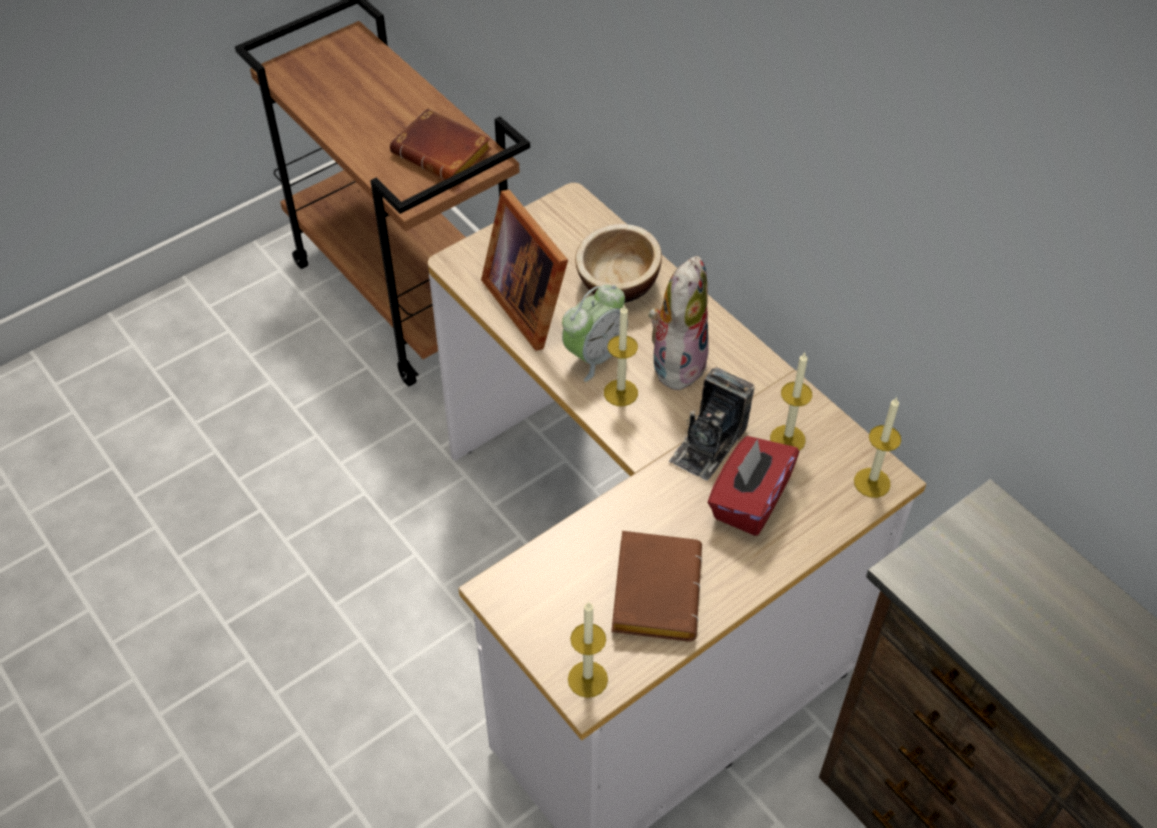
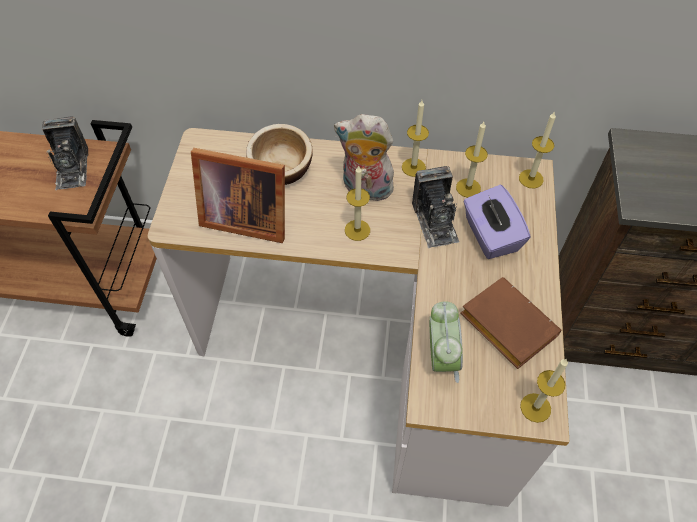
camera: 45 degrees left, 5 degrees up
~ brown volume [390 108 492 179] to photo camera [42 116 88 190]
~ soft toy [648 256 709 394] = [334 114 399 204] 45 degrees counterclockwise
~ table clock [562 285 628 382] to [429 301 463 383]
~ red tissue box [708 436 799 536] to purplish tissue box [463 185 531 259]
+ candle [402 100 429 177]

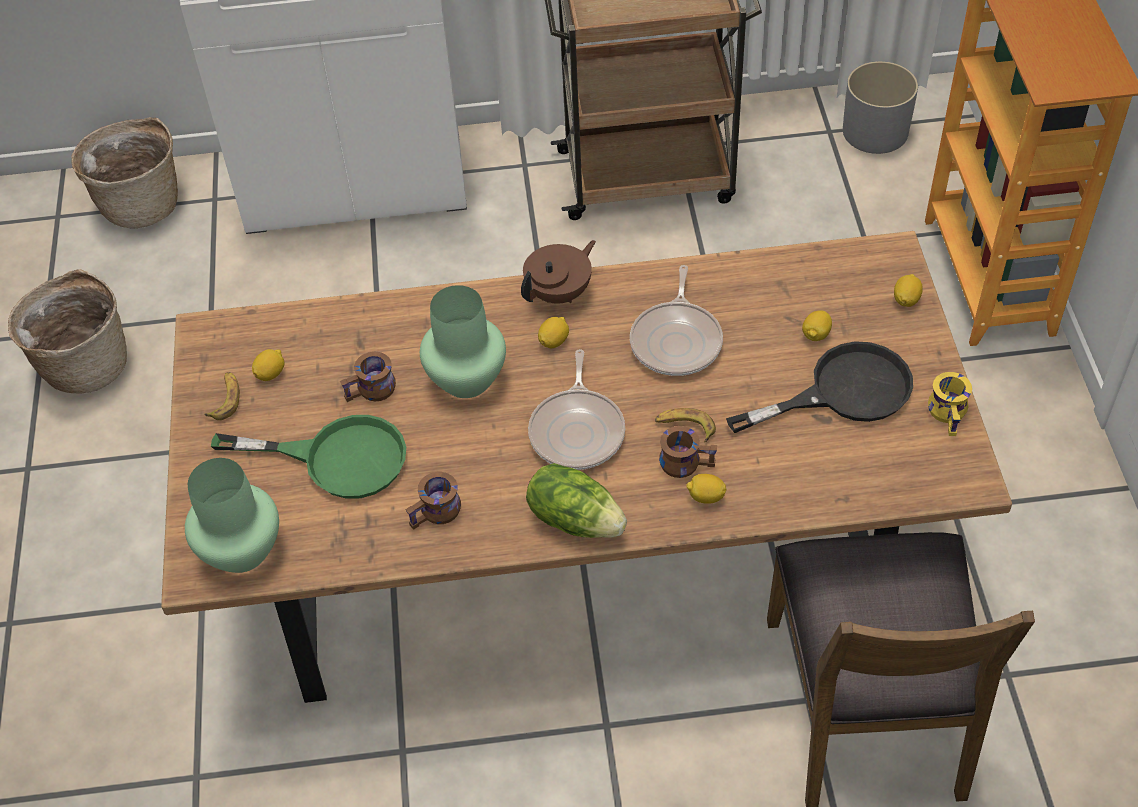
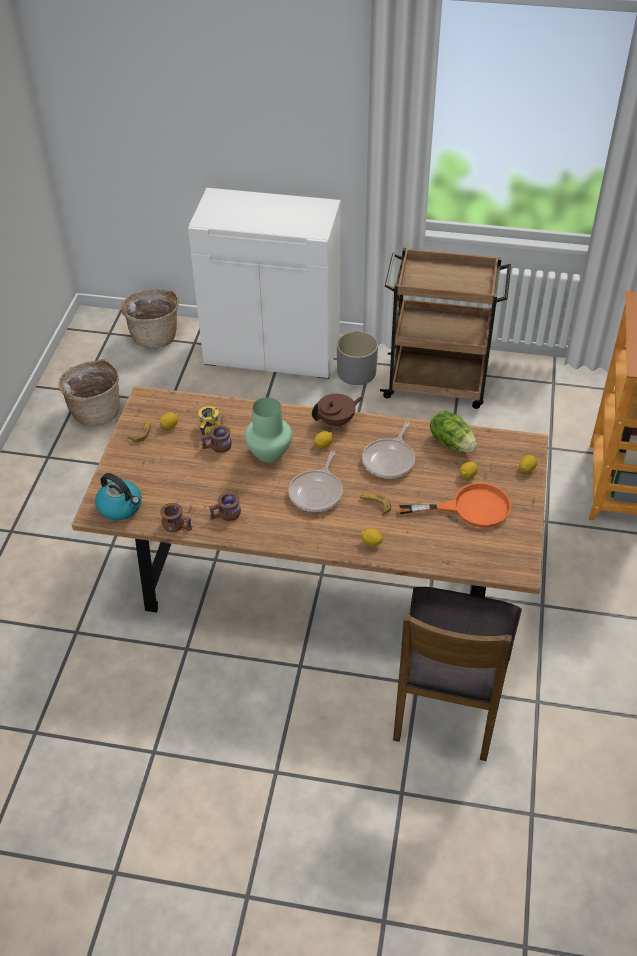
camera: 15 degrees right, 5 degrees down
~ grey planter [843 61 918 154] to [337 331 378 385]
~ black-coloured pan [726 341 913 433] to orange-coloured pan [398 483 511 527]
~ yellow-coloured coffee mug [928 372 972 436] to [198 406 220 436]
- green pan [211 415 406 499]
~ brown coffee mug [659 426 717 478] to [160 503 192 532]
~ green flower vase [185 458 279 573] to water kettle [95 473 142 520]
~ lettuce [526 463 627 538] to [430 411 477 452]

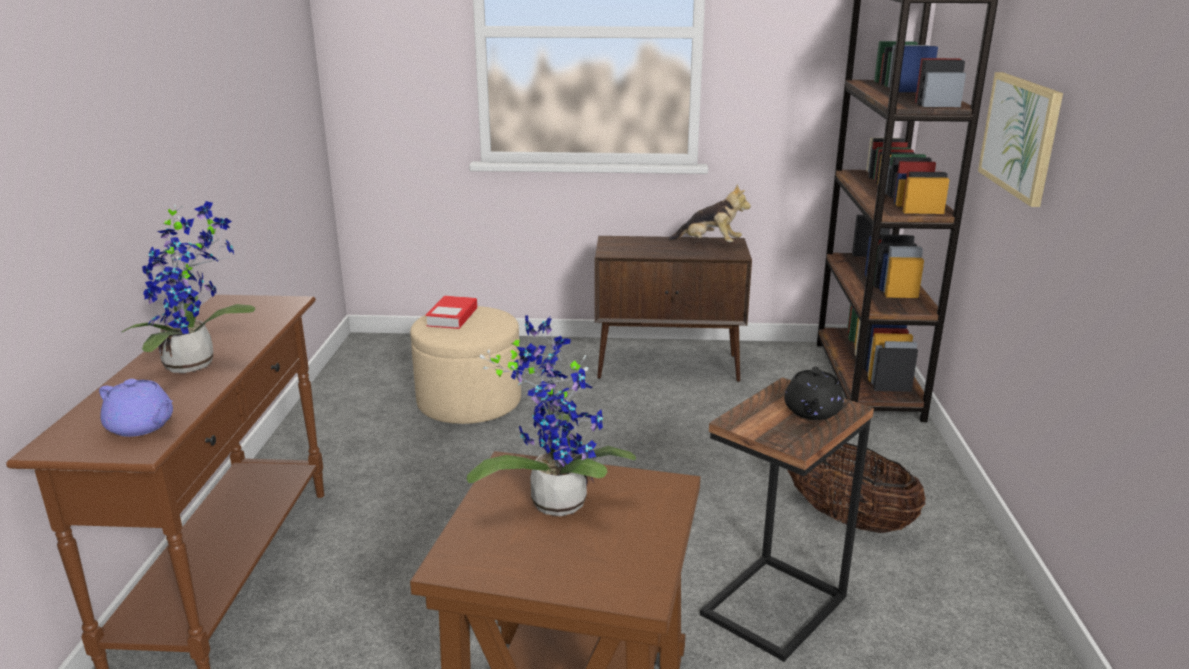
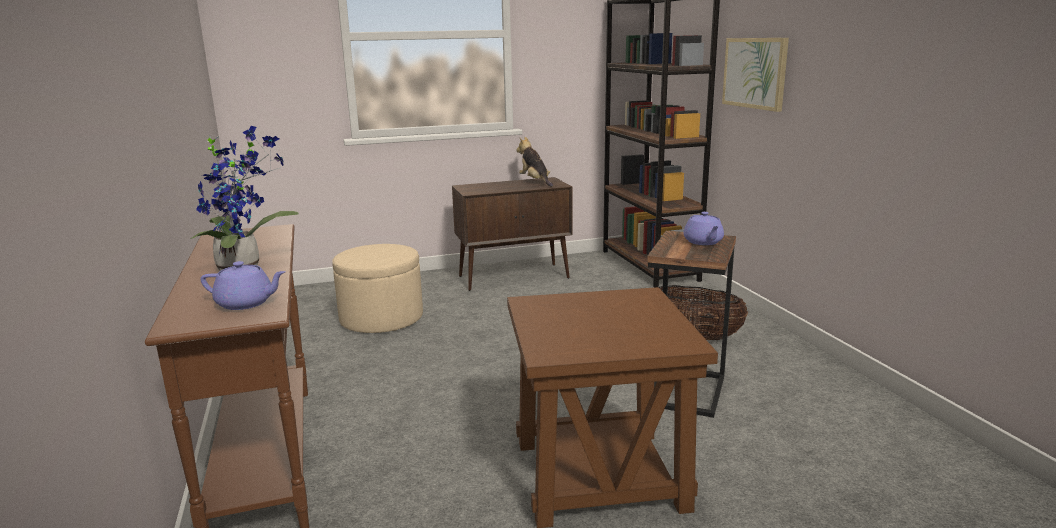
camera: 20 degrees left, 5 degrees down
~ soft toy [669 185 751 242] = [516 137 553 187] 120 degrees counterclockwise
- volume [426 296 477 329]
- houseplant [467 315 636 516]
~ black-coloured tea pot [784 366 844 420] to purplish tea pot [684 212 724 245]

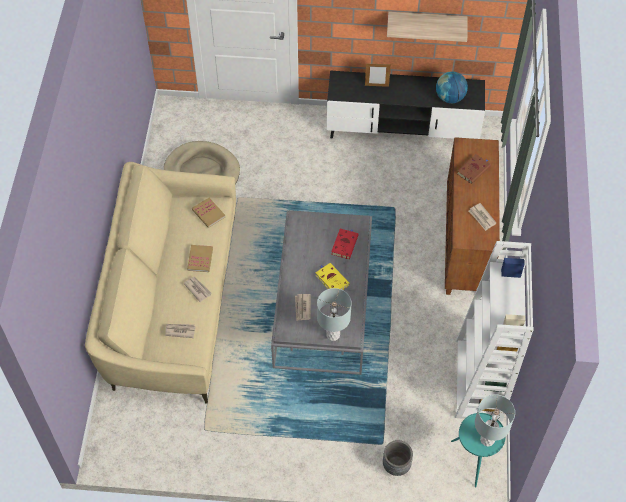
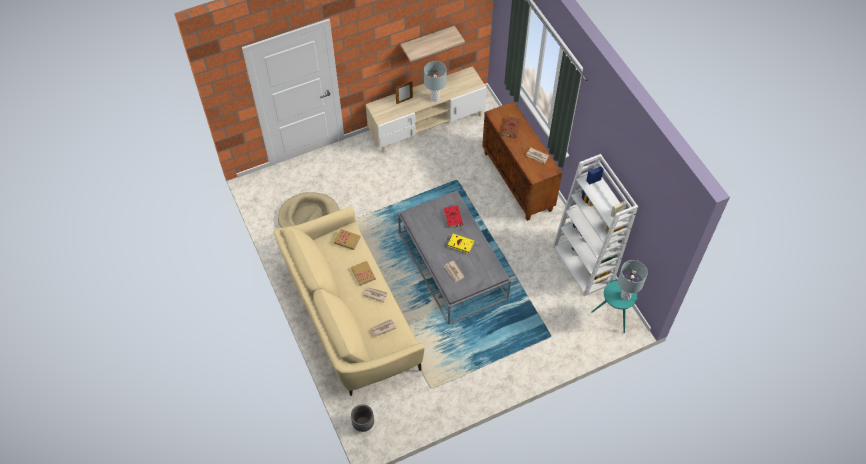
camera: 30 degrees left, 0 degrees up
~ black-coloured media console [327 71 485 139] to beige-coloured media console [366 66 487 153]
- globe [436 71 468 103]
~ grey lamp for a table [317 288 352 341] to [424 61 447 102]
~ grey planter [383 440 413 476] to [351 404 374 432]

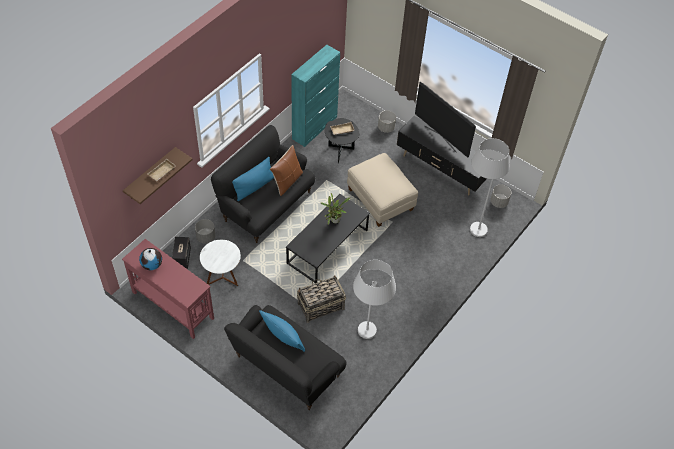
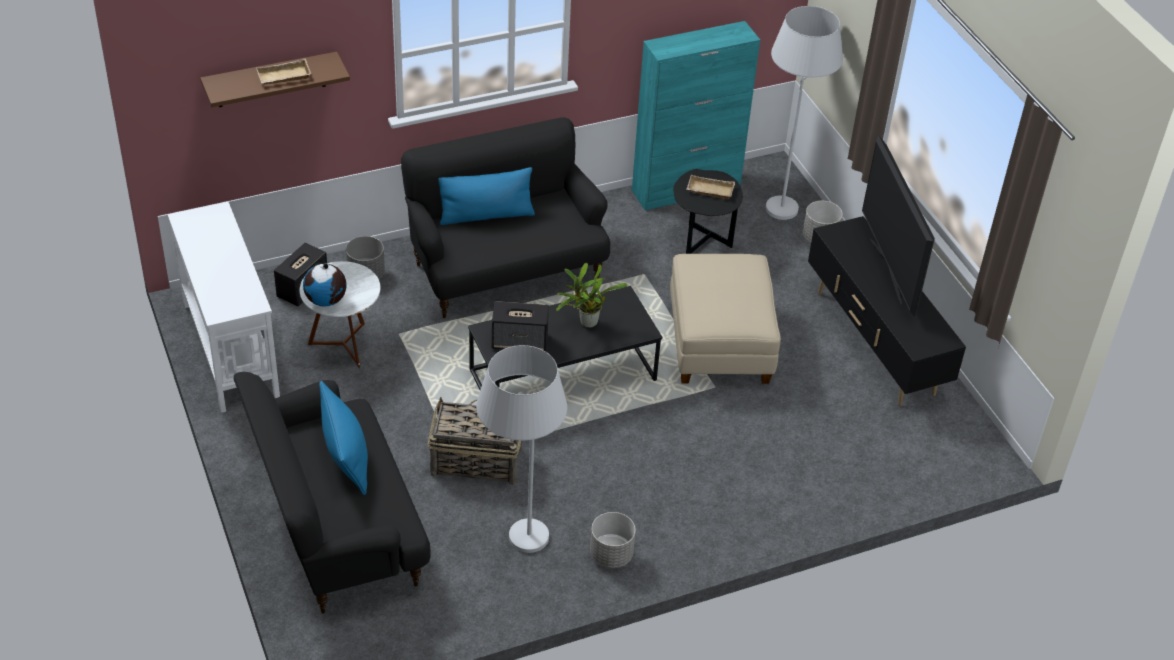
camera: 30 degrees right, 10 degrees down
~ white-coloured standard lamp [470 138 510 237] to [766 6 843 220]
- brown throw pillow [270 145 303 196]
~ grey planter [490 184 511 208] to [590 512 636 568]
~ red hall table [122 239 214 339] to white-coloured hall table [168 202 280 413]
~ globe [139 248 162 270] to [303 263 347 307]
+ audio speaker [492 301 549 352]

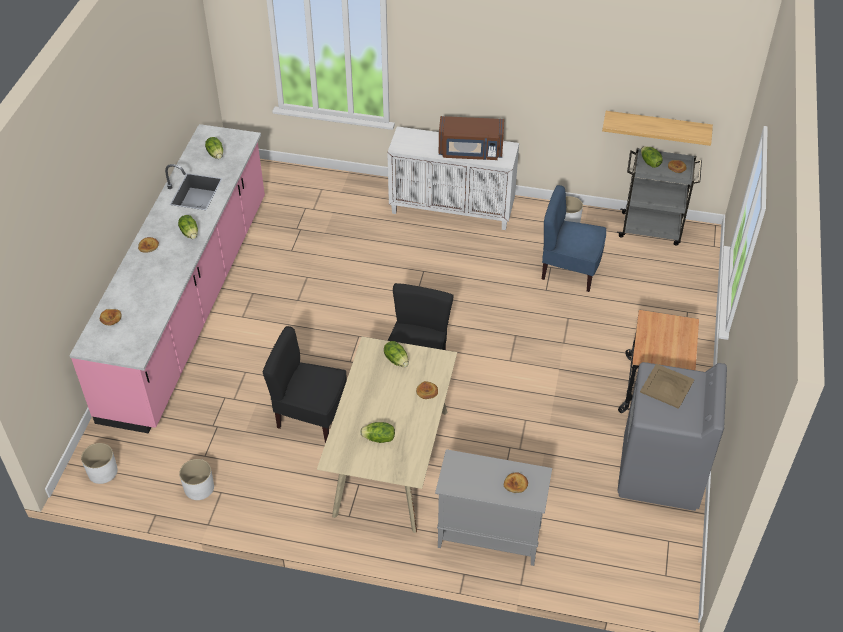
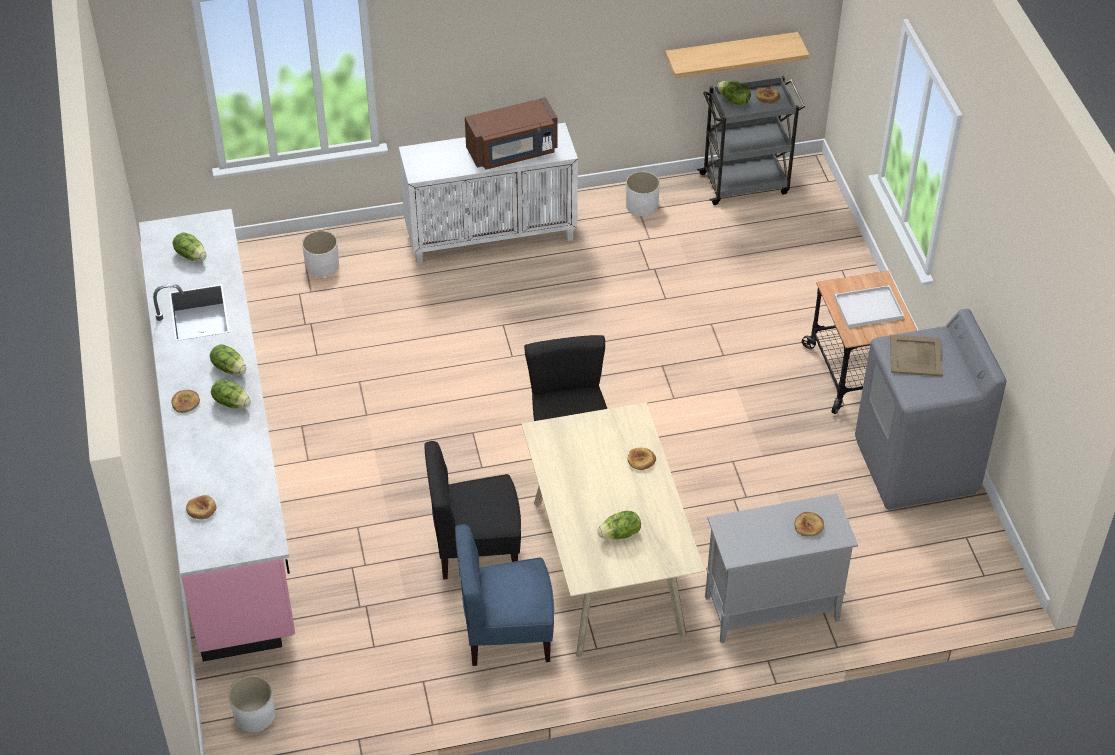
camera: 25 degrees left, 0 degrees up
~ blue upright chair [542 185 606 292] to [455 524 554 666]
~ lettuce [384 341 409 367] to [211 379 251 408]
~ white-coloured planter [179 459 214 500] to [302 231 339 277]
+ white-coloured tray [834 285 904 328]

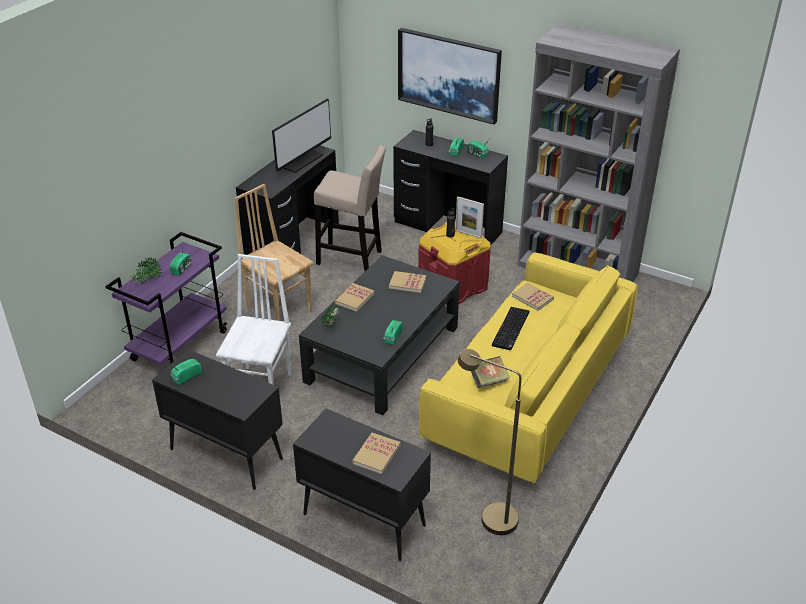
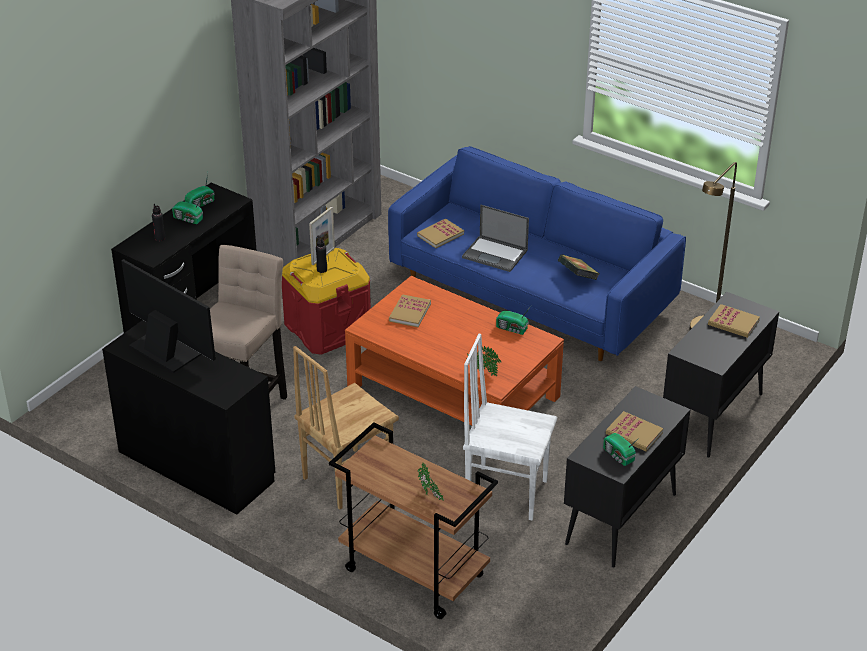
camera: 85 degrees left, 0 degrees up
- wall art [398 28 502 125]
~ purplish wheeled cart [105 232 227 365] to brown wheeled cart [329 422 498 619]
- radio set [170 241 192 276]
~ yellow-coloured settee [419 253 638 483] to blue settee [388 146 686 361]
~ black-coloured low table [299 255 460 415] to orange-coloured low table [345 276 564 426]
~ volume [335 283 375 312] to [606 411 663 451]
~ PC keyboard [492 307 530 350] to laptop [462 205 529 272]

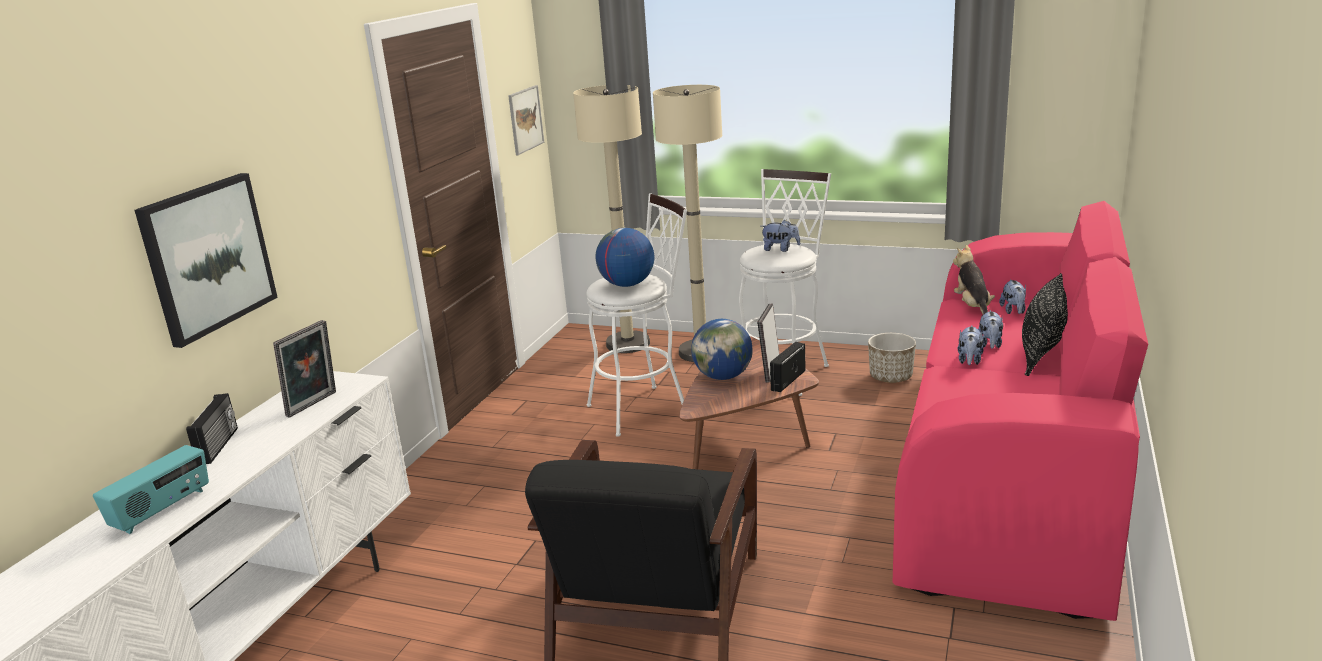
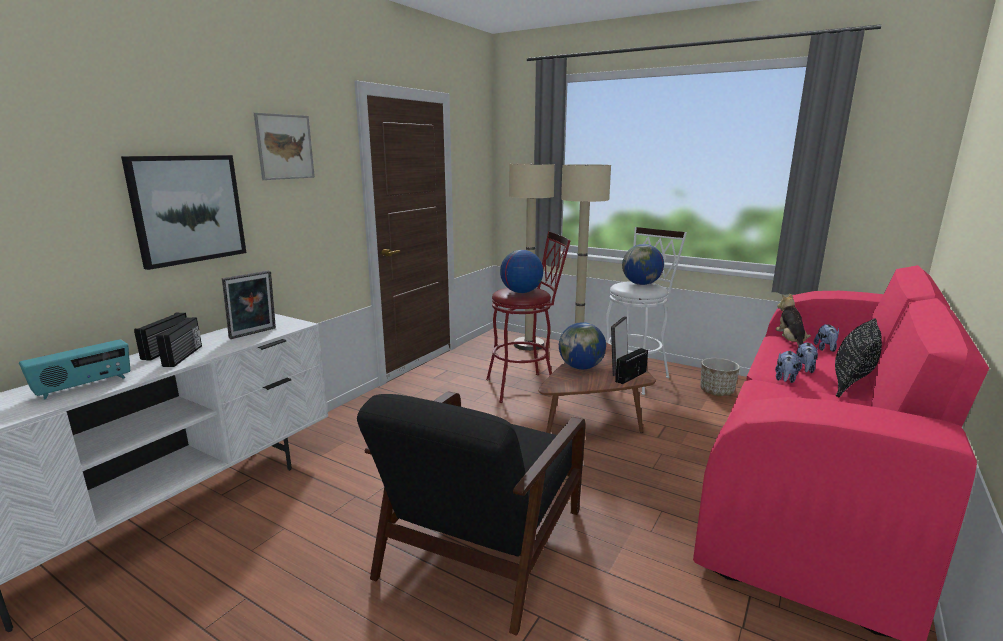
camera: 10 degrees right, 5 degrees down
~ wall art [508 85 544 155] to [254 113 315 180]
~ white-coloured stool [586 193 687 437] to red stool [486 231 571 403]
~ soft toy [761 220 800 252] to globe [622 244 664 285]
+ radio set [156 317 202 367]

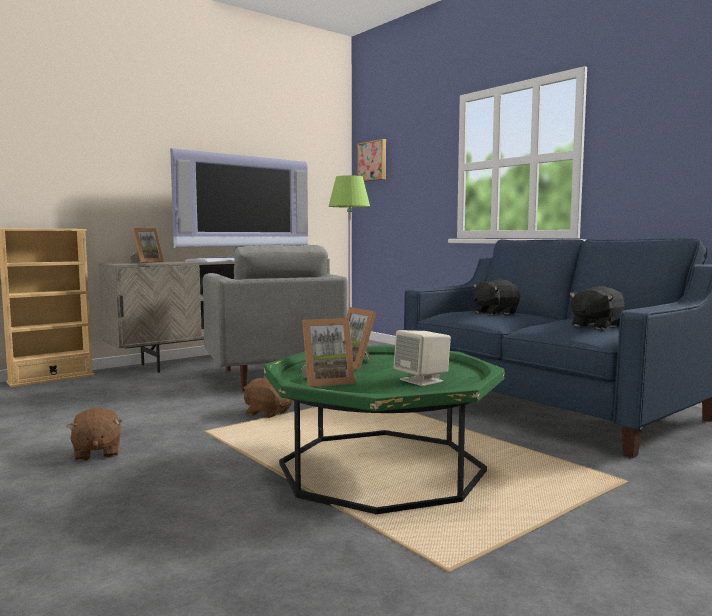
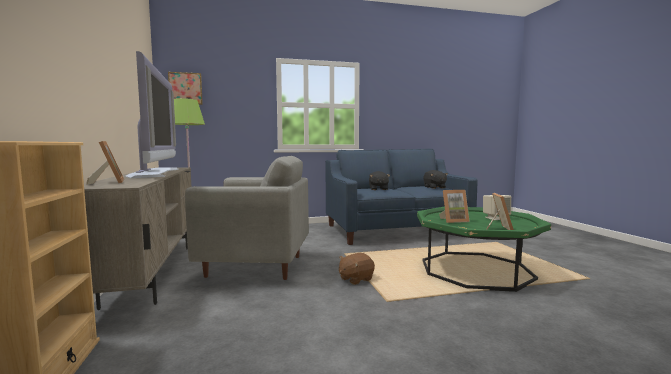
camera: 65 degrees left, 0 degrees up
- brown soft toy [67 408 123 461]

